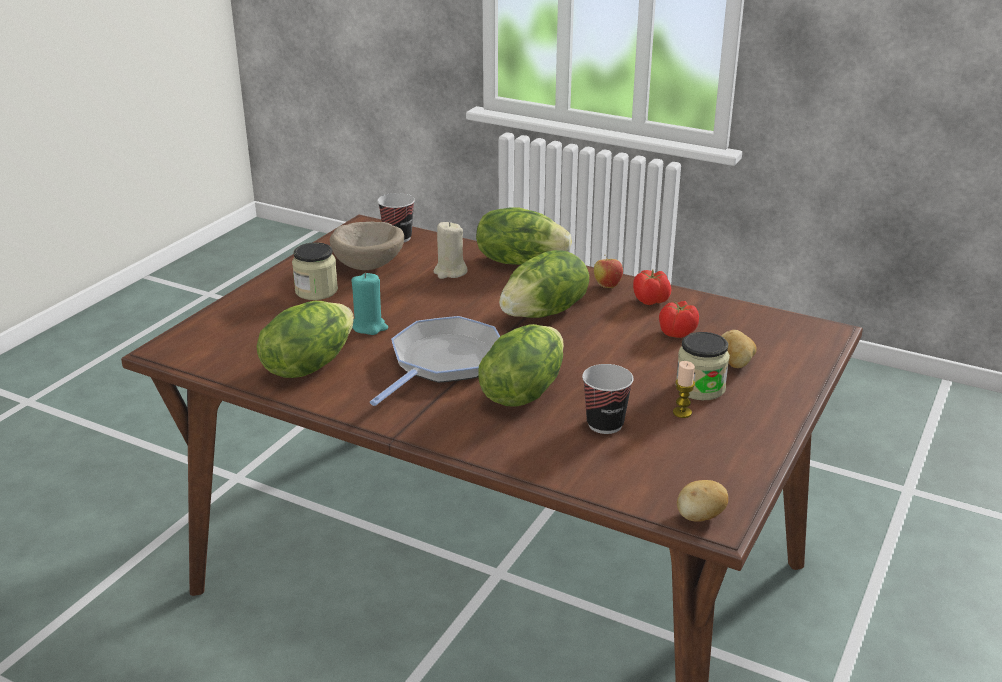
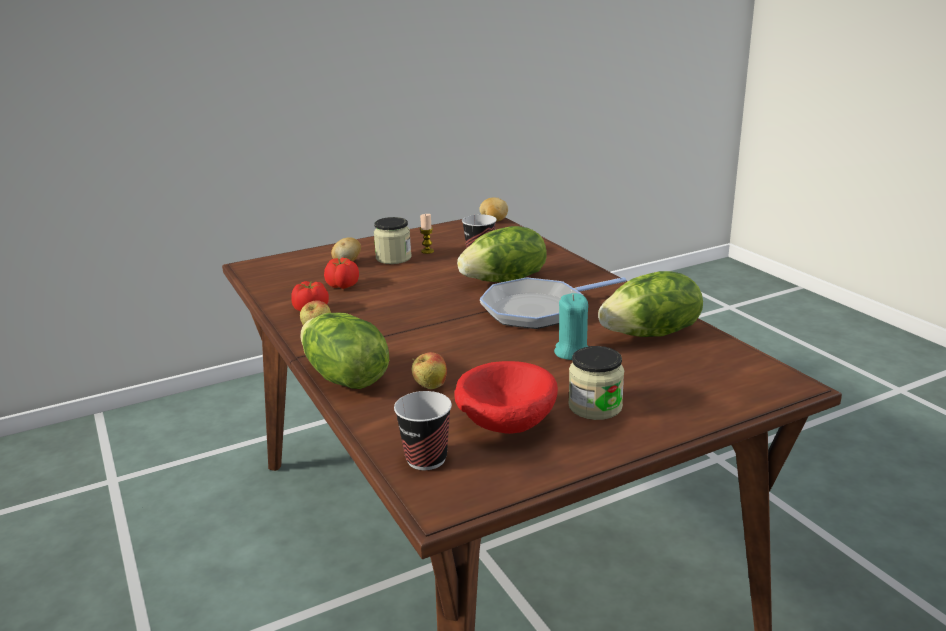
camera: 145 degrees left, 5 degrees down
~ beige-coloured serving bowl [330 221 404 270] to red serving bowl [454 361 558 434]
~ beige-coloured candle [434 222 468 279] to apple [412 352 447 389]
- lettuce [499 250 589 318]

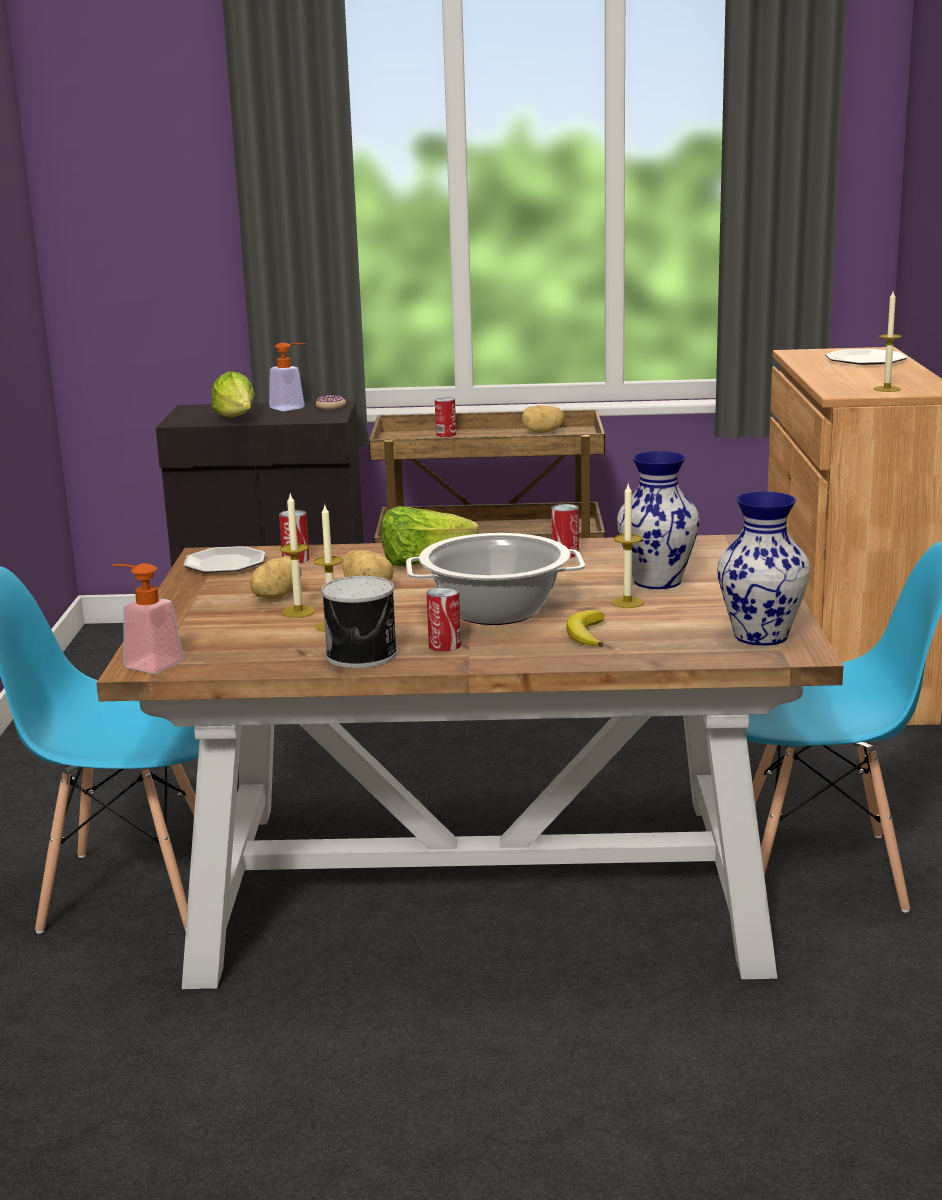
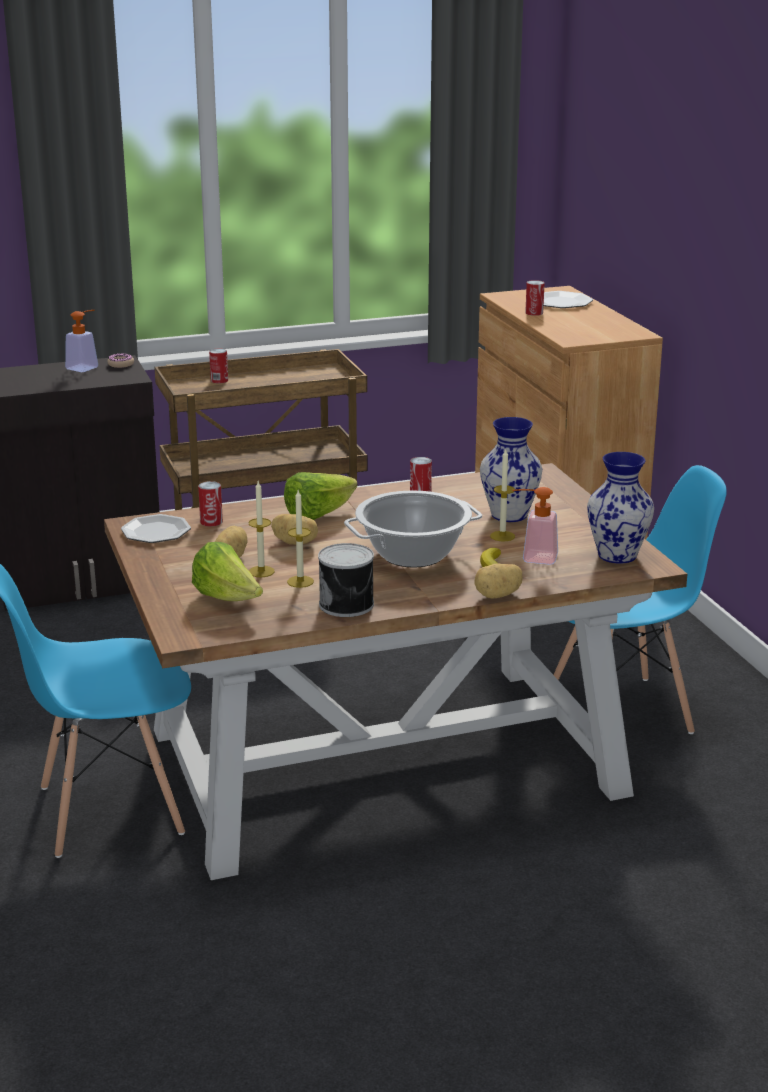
camera: 20 degrees left, 5 degrees up
- candle [874 291 902 392]
~ lettuce [212 371 255 418] to [192 542 263 601]
~ whole potato [522 405 565 433] to [474 563 523 599]
~ liquid soap bottle [112 563 184 673] to [512 487 558 565]
~ metal can [427 587 461 652] to [525 280 545 316]

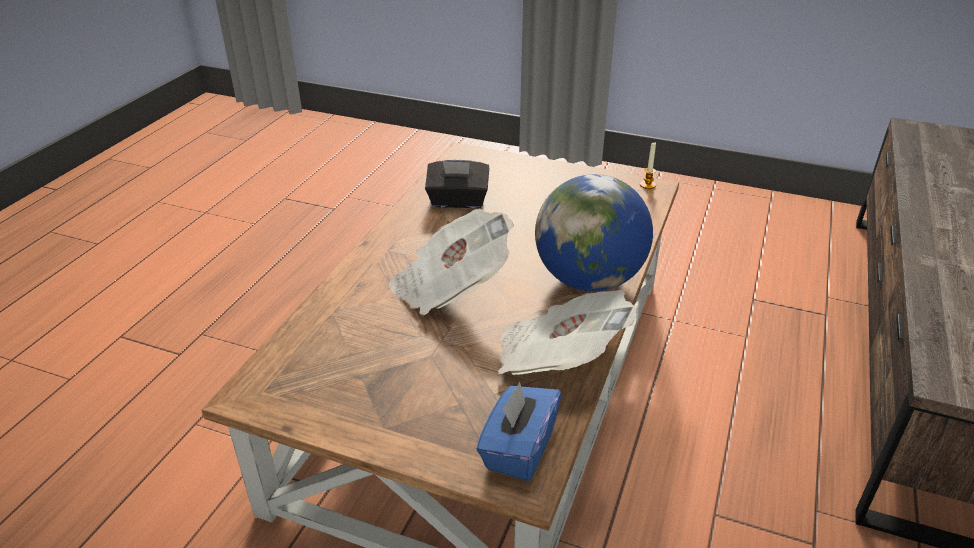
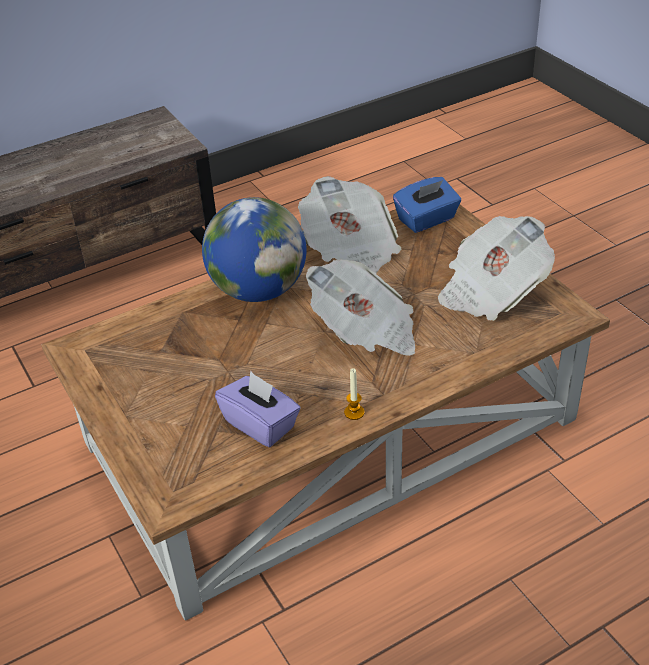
camera: 140 degrees left, 5 degrees up
~ candle [640 143 656 189] to [344 368 364 420]
~ black-coloured tissue box [425 160 489 208] to purplish tissue box [215 371 301 447]
+ daily paper [438 216 555 321]

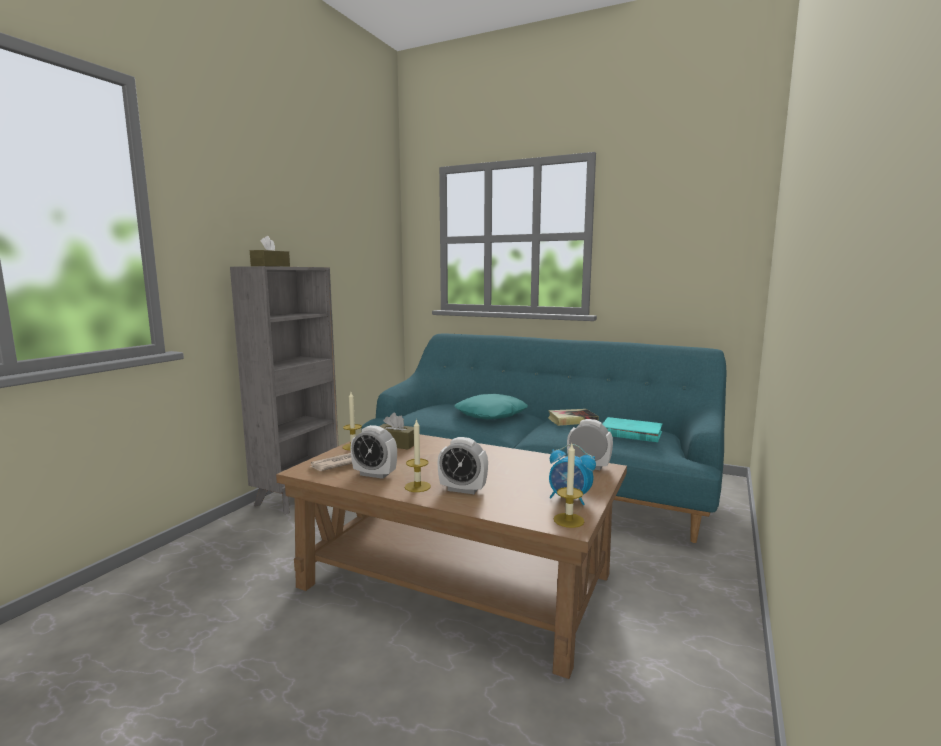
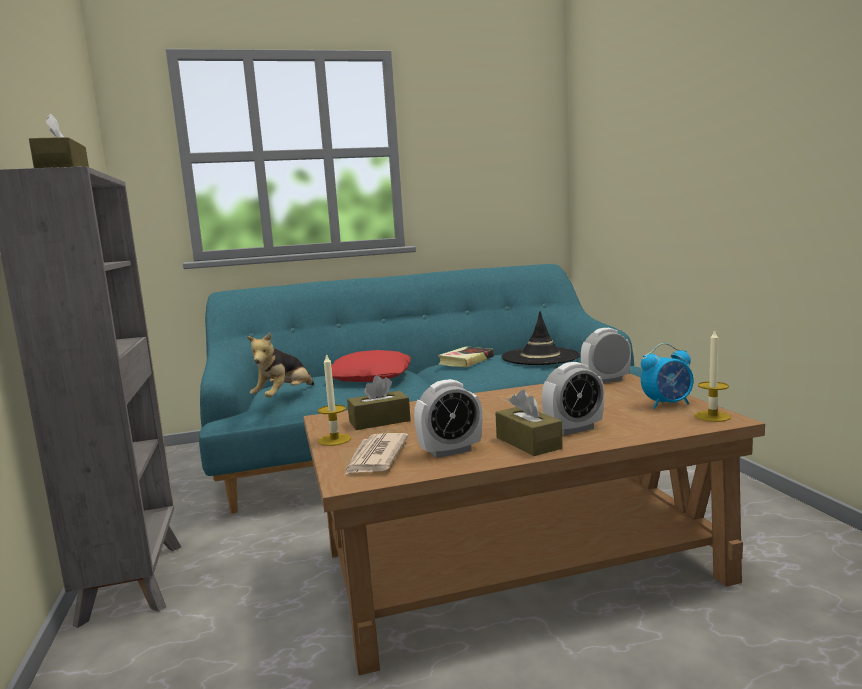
camera: 40 degrees left, 0 degrees up
~ turquoise throw pillow [454 394 528 419] to red throw pillow [331 350 411 382]
~ turquoise volume [603 417 663 442] to black-coloured clothing hat [502 311 580 365]
~ candle [405 419 431 492] to brown tissue box [495 389 563 456]
+ soft toy [247 333 314 397]

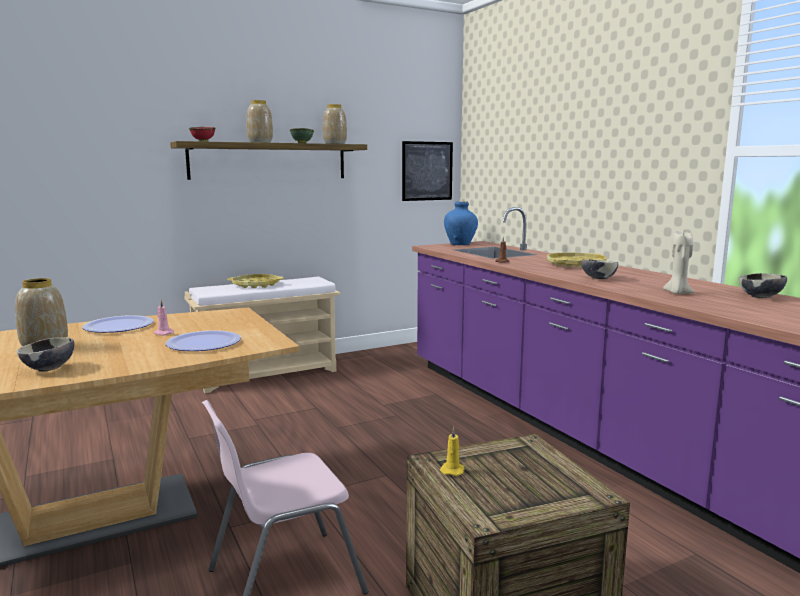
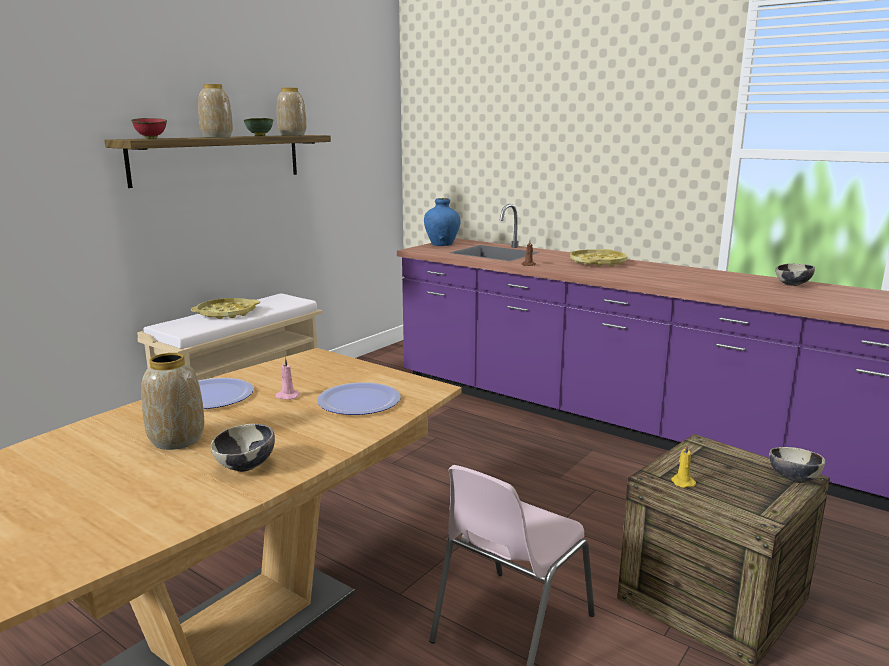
camera: 25 degrees left, 5 degrees up
- wall art [402 141 453 201]
- beige-coloured candle [663 231 694 294]
~ serving bowl [581 259 618 279] to [769 447 825 483]

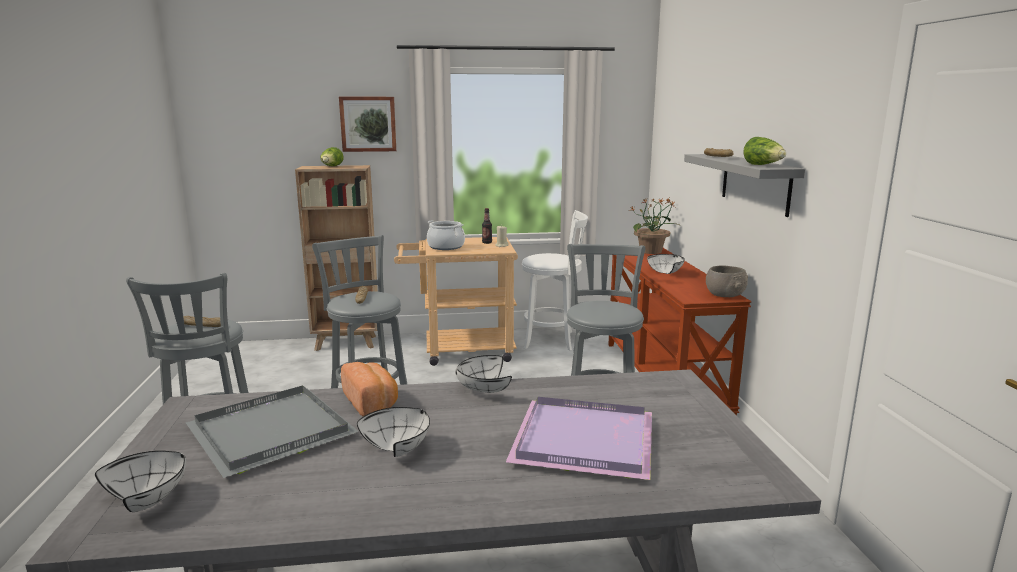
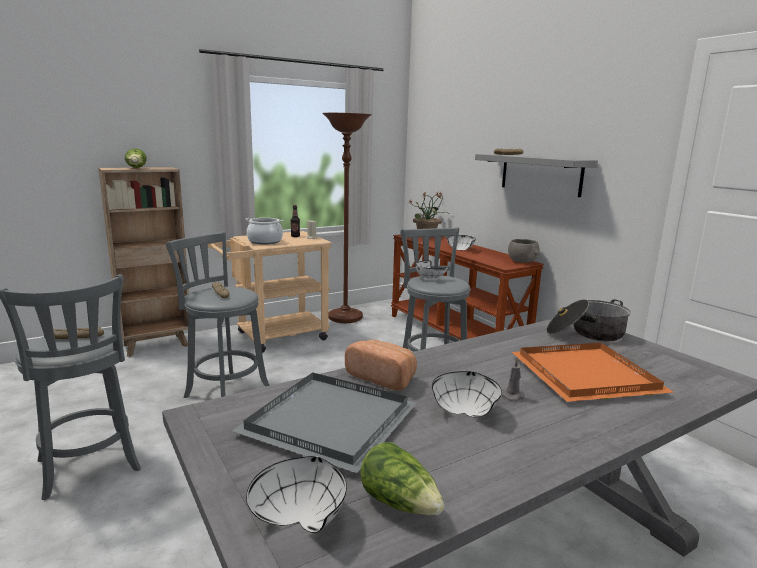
camera: 25 degrees left, 0 degrees up
- wall art [339 97 396 152]
~ lettuce [743 137 786 165] to [360 442 444 516]
~ white-coloured stool [522 210 588 351] to brown standard lamp [322 113 372 323]
~ white-coloured serving bowl [455 355 512 393] to [416 260 449 278]
~ purplish tray [506 397 652 480] to orange-coloured tray [512 343 673 402]
+ saucepot [546 299 631 341]
+ grey candle [501 358 525 401]

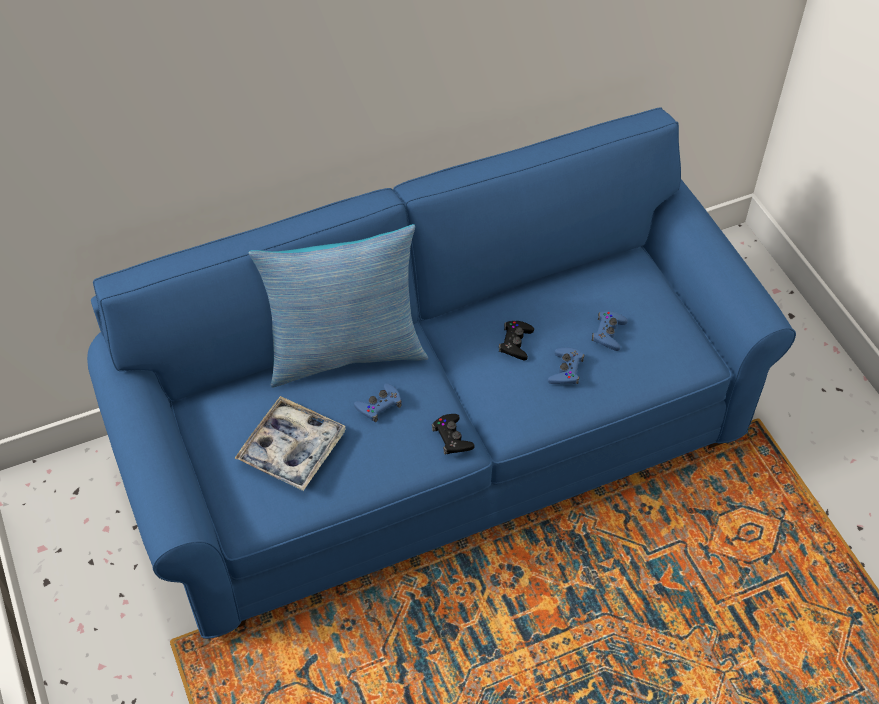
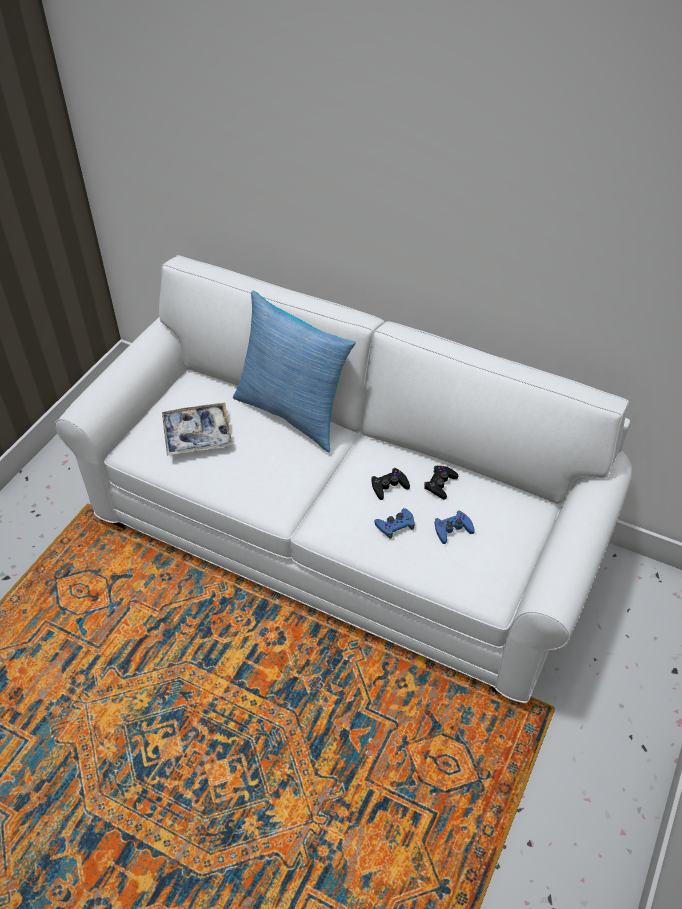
camera: 50 degrees right, 5 degrees down
~ blue settee [87 107 796 639] to white-coloured settee [55 255 632 703]
- blue gamepad [354 383 402 422]
~ black-coloured gamepad [432 414 475 455] to [424 466 458 500]

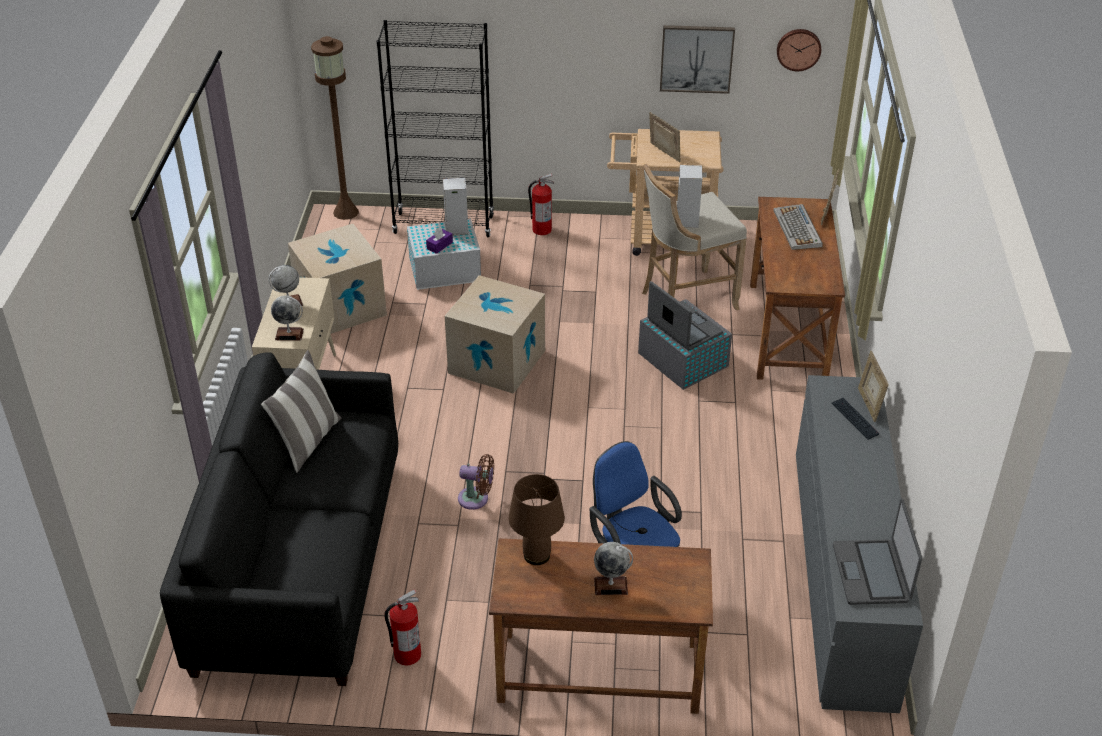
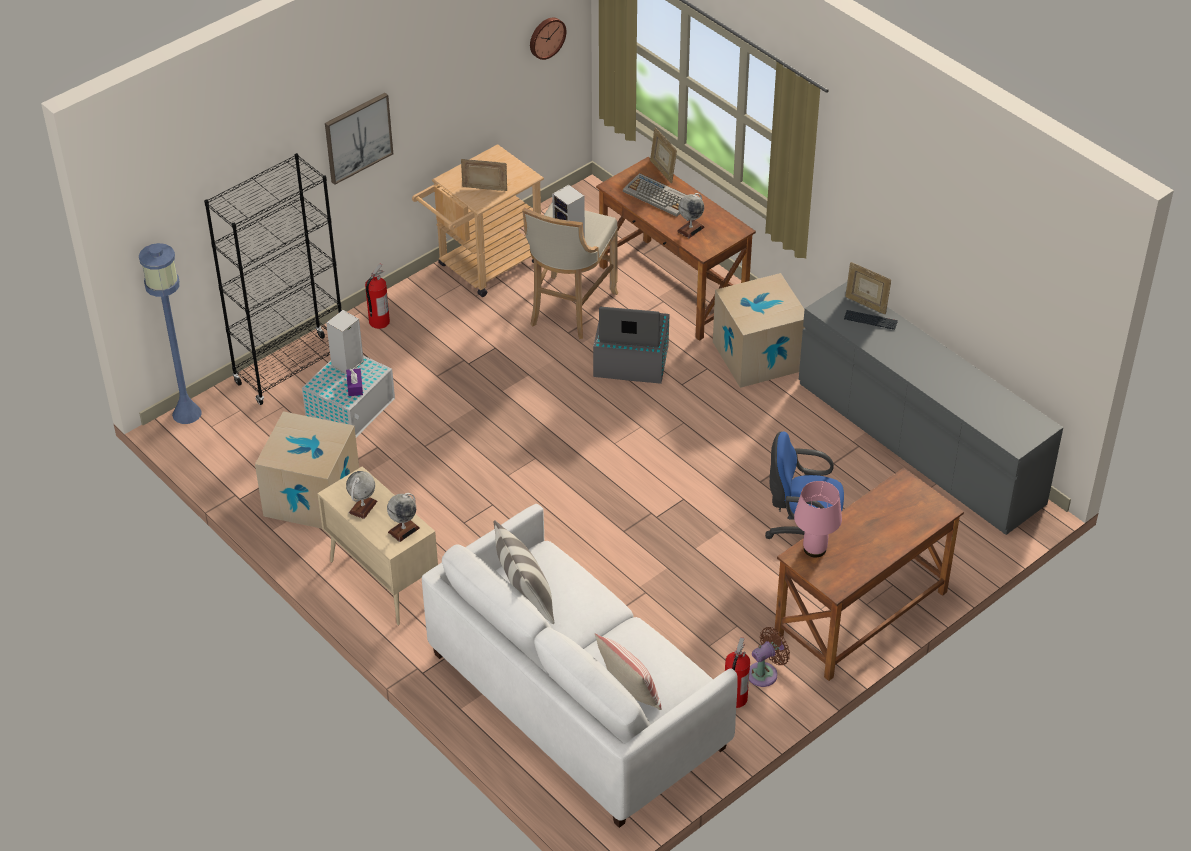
camera: 45 degrees left, 5 degrees up
~ wall art [660 25 735 94] to [325 93 393 185]
~ brown standard lamp [311 36 359 220] to blue standard lamp [139 243 202 424]
~ carton [445 275 545 394] to [713 273 805 388]
~ black-coloured settee [160 352 398 686] to white-coloured settee [422 504 738 828]
~ brown electric fan [458 454 494 510] to [749 627 790 687]
~ brown lamp for a table [509 474 565 565] to pink-coloured lamp for a table [794 481 842 557]
- laptop [833 498 922 605]
~ globe [594 542 633 595] to [677 193 705 238]
+ throw pillow [595 633 661 710]

